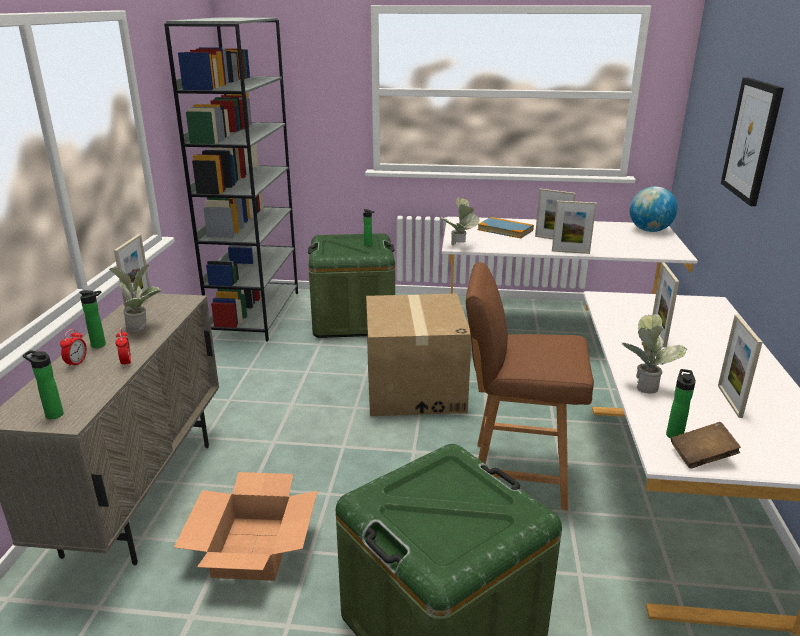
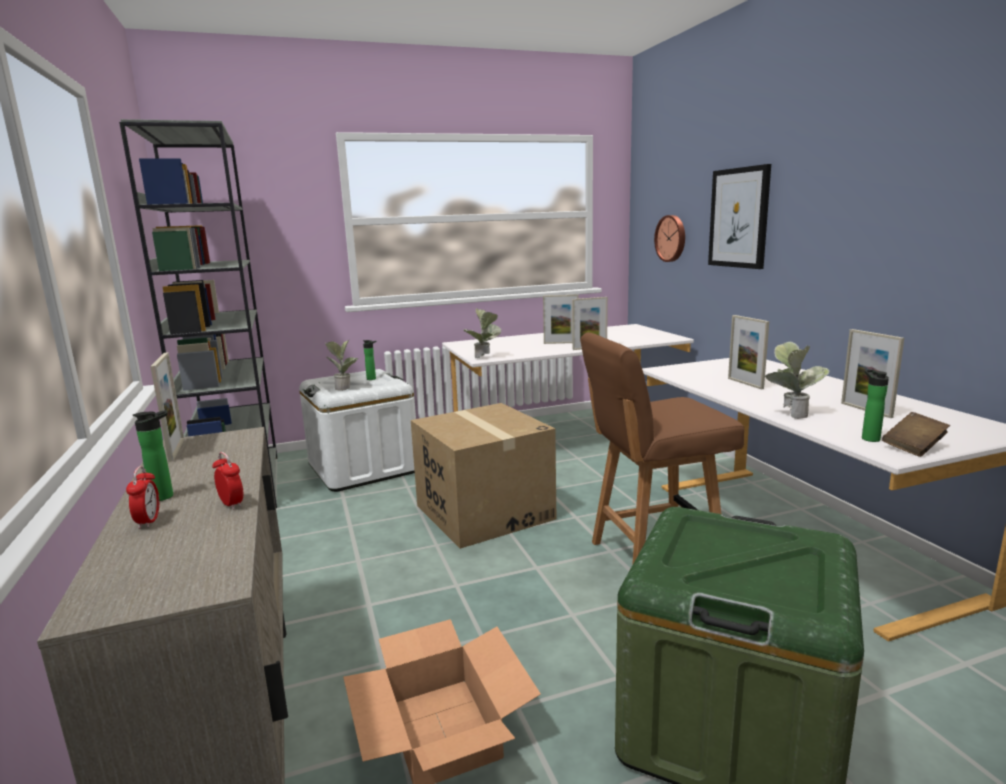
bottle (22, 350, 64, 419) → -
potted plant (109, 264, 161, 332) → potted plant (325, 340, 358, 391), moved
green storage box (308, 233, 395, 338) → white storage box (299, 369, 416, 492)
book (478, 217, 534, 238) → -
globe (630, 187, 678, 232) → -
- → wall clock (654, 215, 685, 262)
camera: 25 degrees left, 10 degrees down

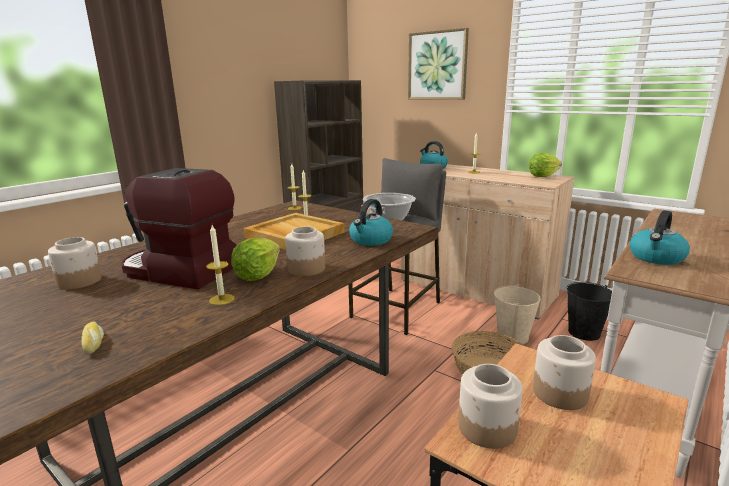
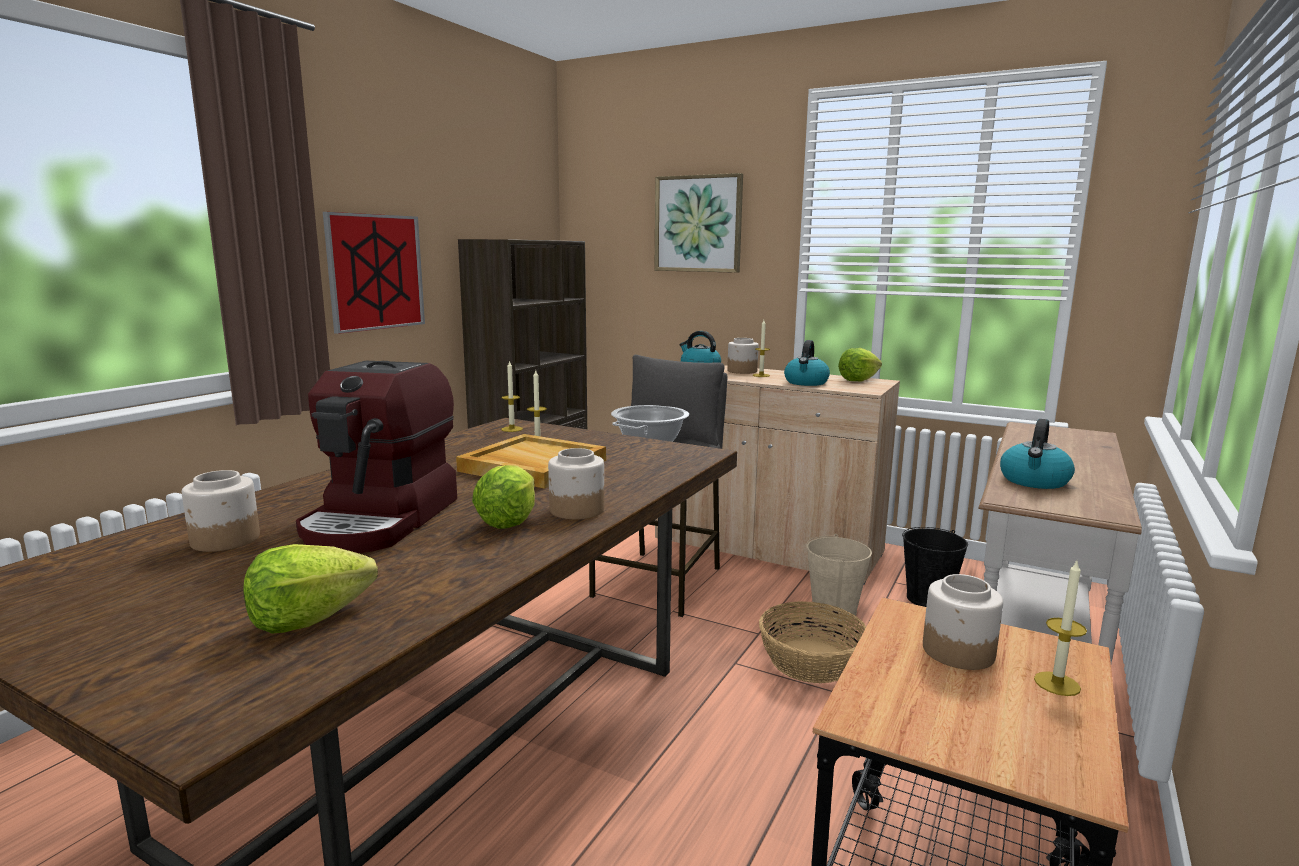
bread (81, 322, 104, 354) → lettuce (243, 544, 378, 634)
coffee machine (122, 168, 237, 290) → coffee machine (296, 361, 457, 553), 90 degrees counterclockwise
candle (206, 225, 235, 305) → candle (1034, 559, 1087, 696), moved
kettle (349, 199, 393, 246) → kettle (784, 340, 830, 386), moved
jar (458, 364, 523, 449) → jar (727, 338, 759, 374), moved
- → picture (323, 212, 425, 334)
camera: 10 degrees left, 5 degrees down

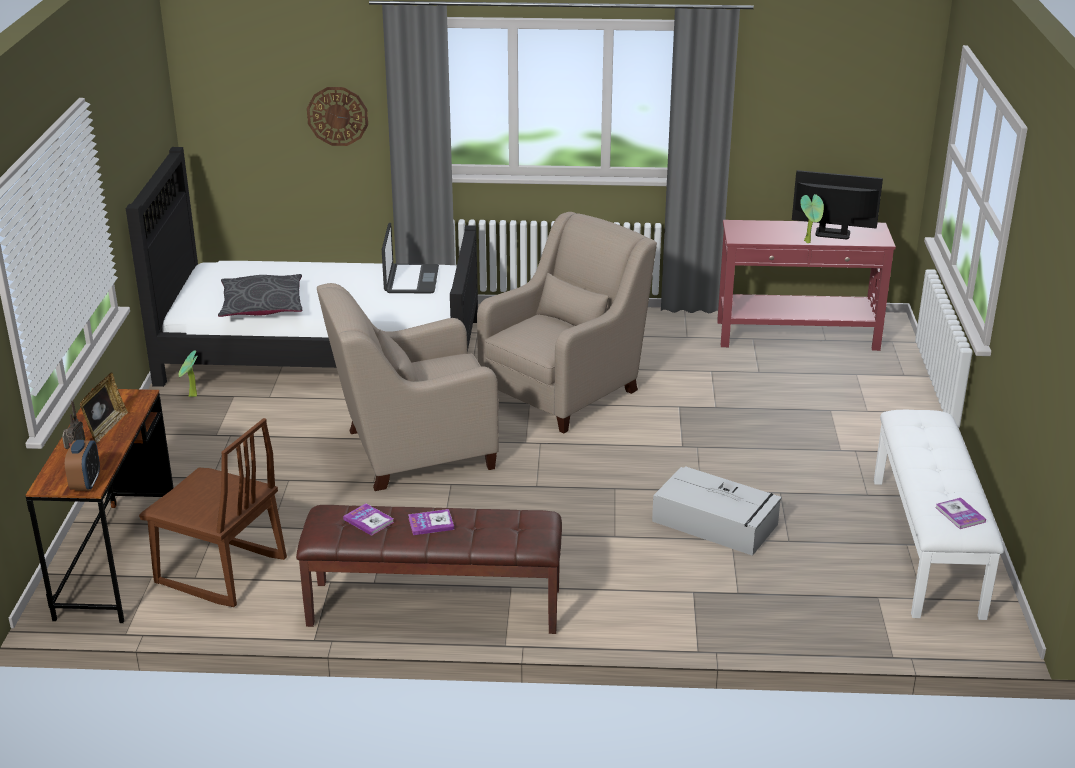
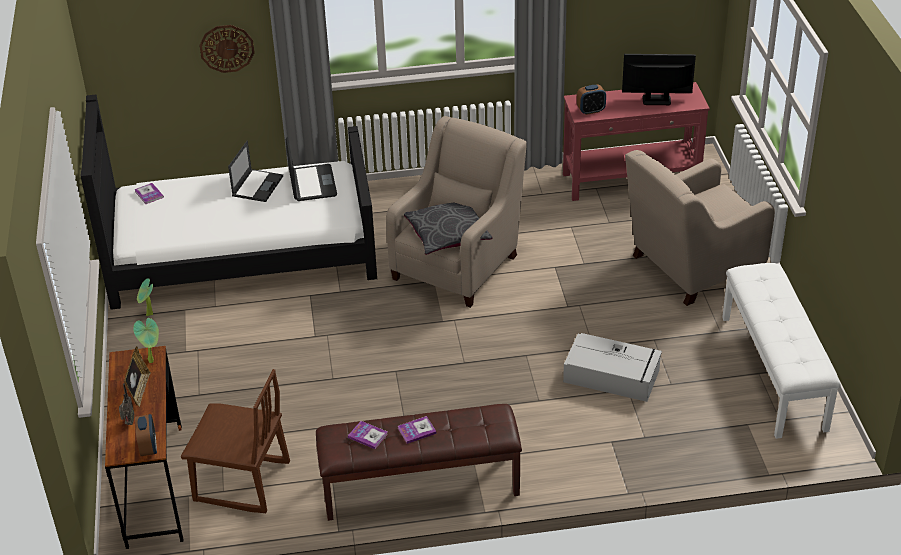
grey pillow (218, 274, 302, 317) → grey pillow (404, 202, 493, 255), moved
beige armchair (317, 283, 499, 491) → beige armchair (625, 150, 775, 306), moved
potted plant (800, 194, 824, 243) → potted plant (133, 318, 159, 363), moved
book (935, 498, 986, 529) → book (134, 183, 164, 204), moved
- → laptop (228, 141, 283, 202)
- → alarm clock (577, 85, 606, 115)
camera: 10 degrees left, 10 degrees up

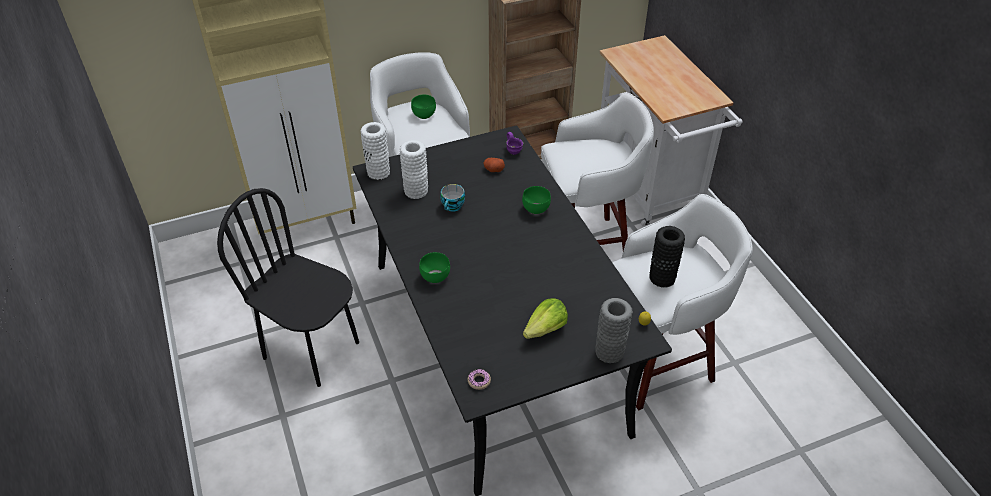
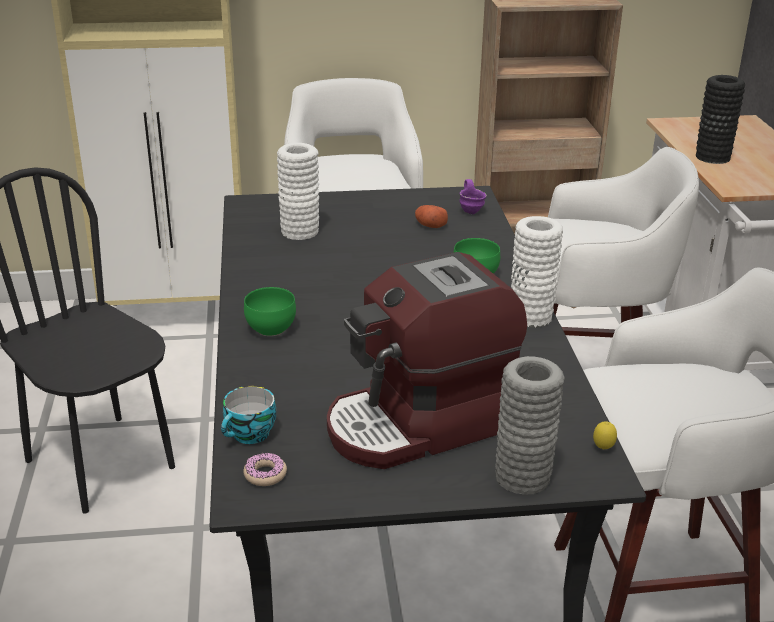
white vase (361, 122, 390, 180) → white vase (511, 216, 563, 328), moved
green bowl (411, 95, 436, 119) → -
cup (440, 184, 465, 212) → cup (221, 386, 276, 444), moved
lettuce (523, 298, 568, 339) → coffee machine (327, 252, 527, 469)
black vase (650, 226, 685, 288) → black vase (696, 75, 745, 164), moved
camera: 15 degrees right, 15 degrees down

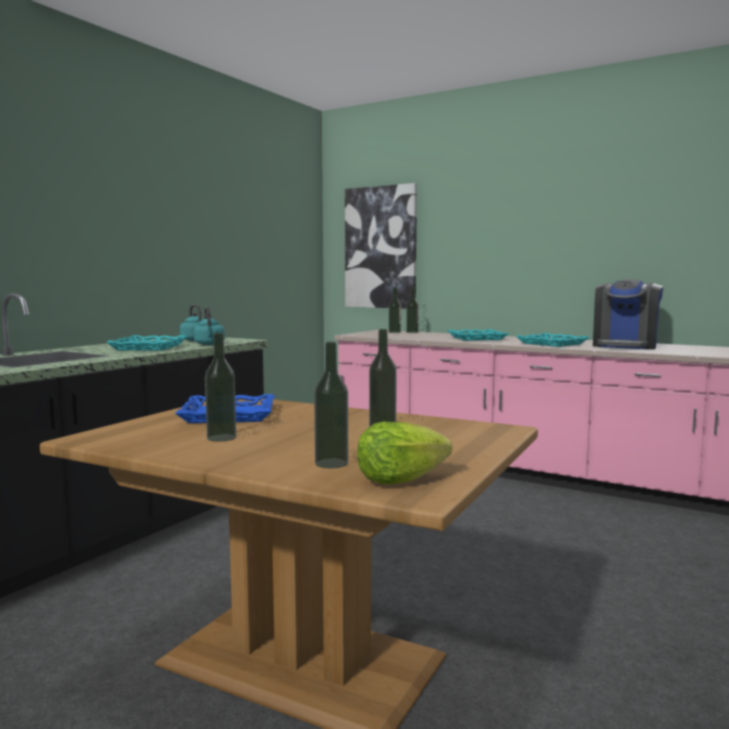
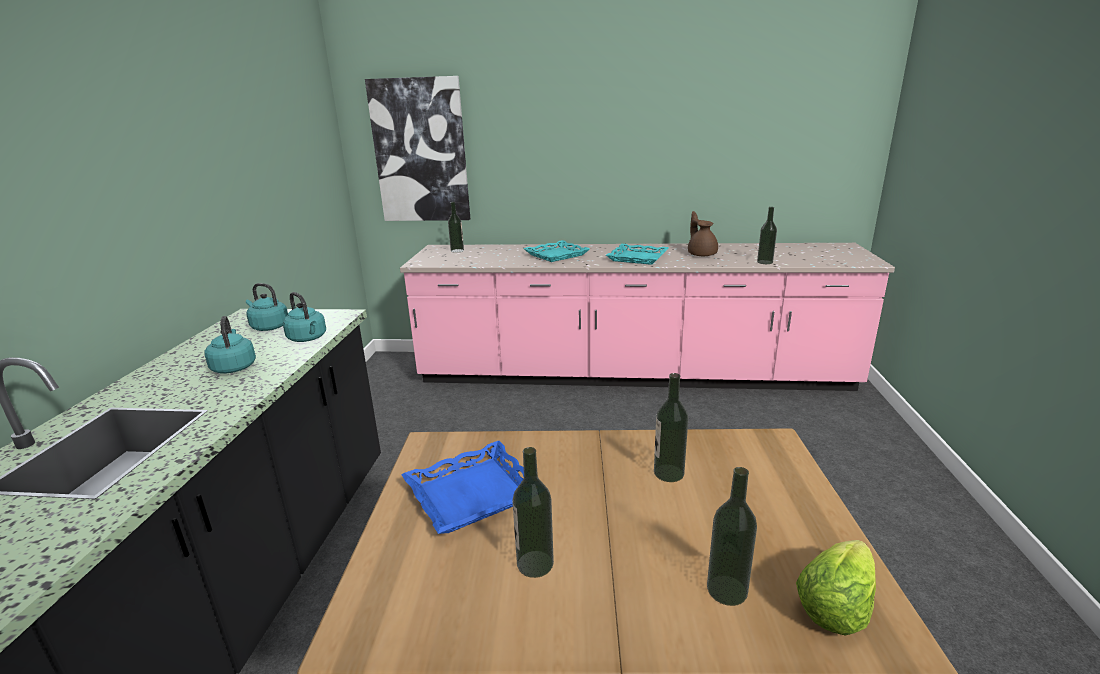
turquoise tray (106, 335, 187, 351) → turquoise kettle (204, 316, 256, 373)
bottle (406, 288, 419, 333) → bottle (757, 207, 777, 264), moved
coffee machine (593, 279, 664, 349) → brown teapot (688, 211, 718, 256)
camera: 25 degrees left, 15 degrees up

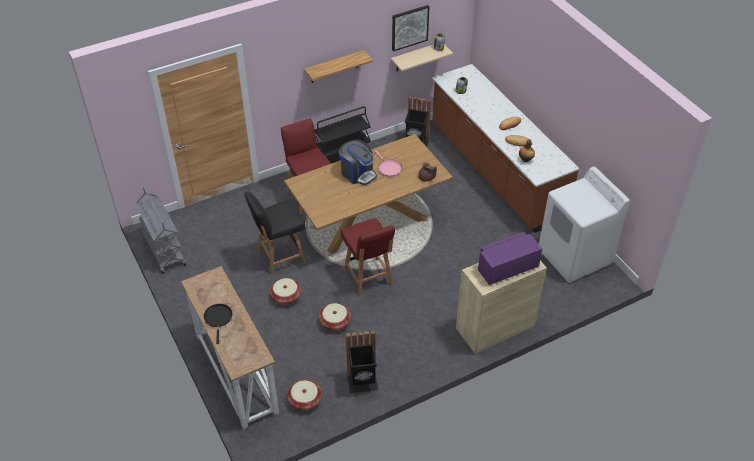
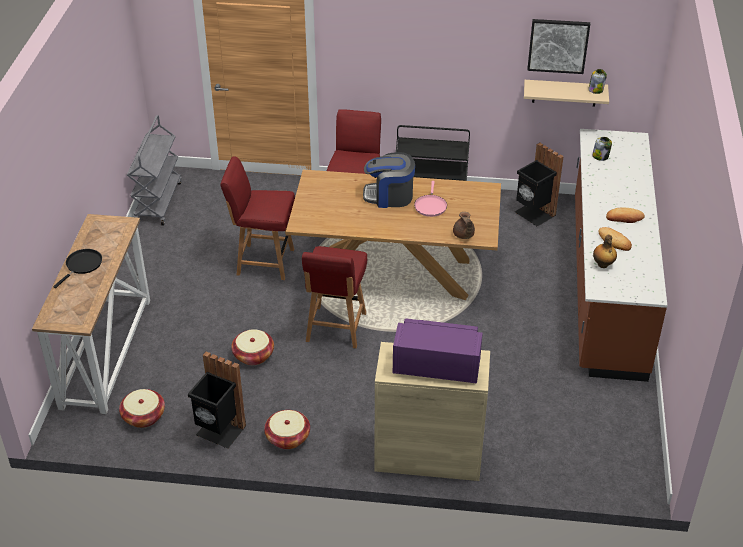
black chair (244, 192, 306, 275) → red chair (220, 156, 295, 280)
basket (270, 278, 301, 305) → basket (264, 410, 310, 449), moved
shelf (304, 50, 373, 83) → -
coffee machine (339, 139, 377, 185) → coffee machine (363, 152, 415, 208), 105 degrees clockwise
white washing machine (539, 166, 630, 283) → -
camera: 35 degrees right, 5 degrees down

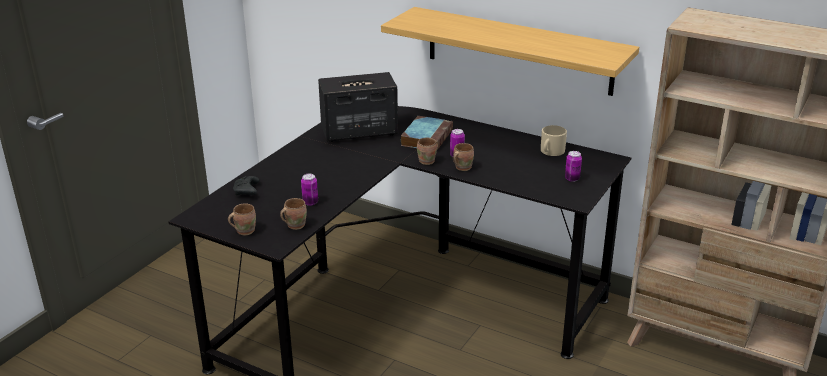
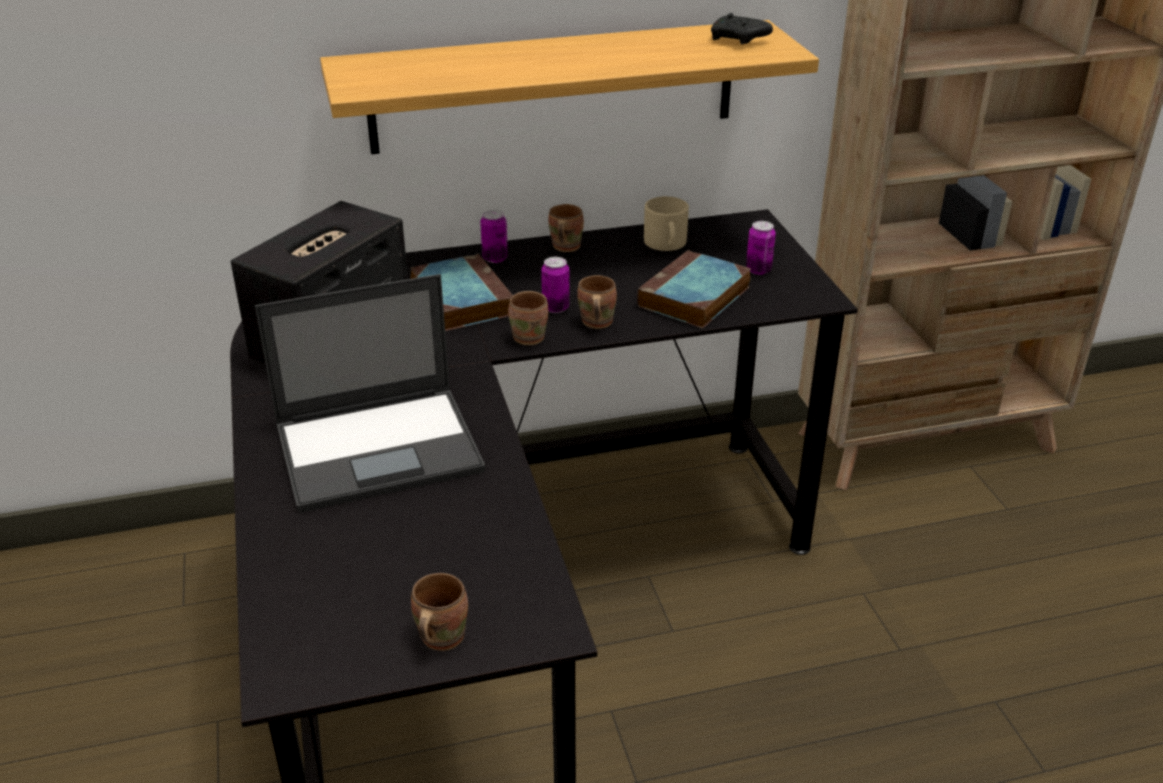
black game controller (233, 176, 260, 195) → black game controller (711, 13, 773, 44), moved
brown mug (280, 198, 307, 230) → brown mug (548, 204, 584, 252), moved
can (301, 174, 318, 206) → can (480, 210, 508, 263), moved
- → laptop (255, 274, 486, 513)
- → book (637, 250, 751, 328)
camera: 45 degrees left, 5 degrees up

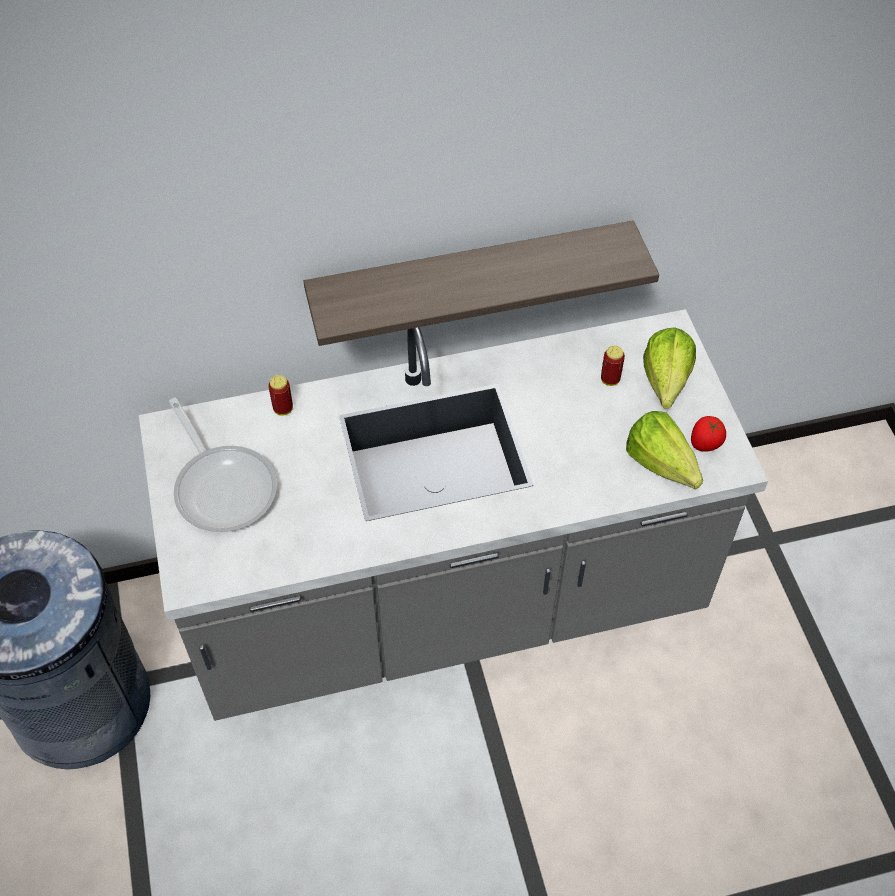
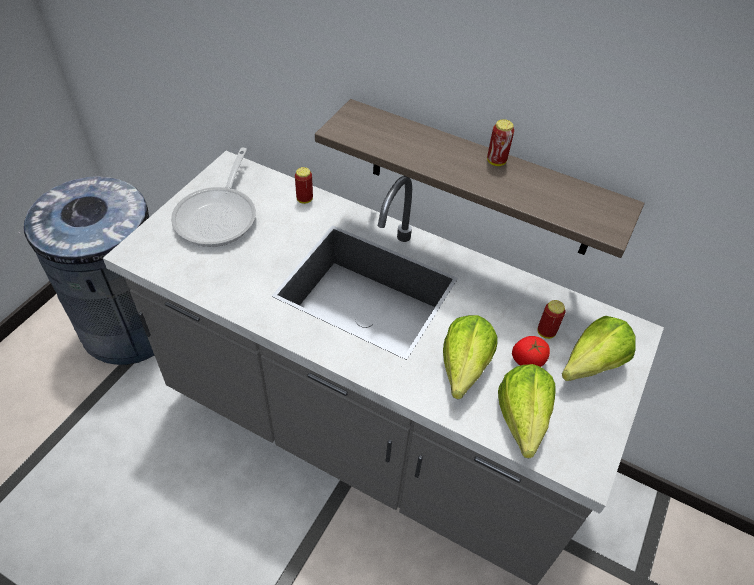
tomato (691, 416, 726, 452) → tomato (512, 336, 550, 367), moved
- → lettuce (443, 315, 497, 399)
- → can (487, 119, 514, 166)
camera: 40 degrees right, 5 degrees down

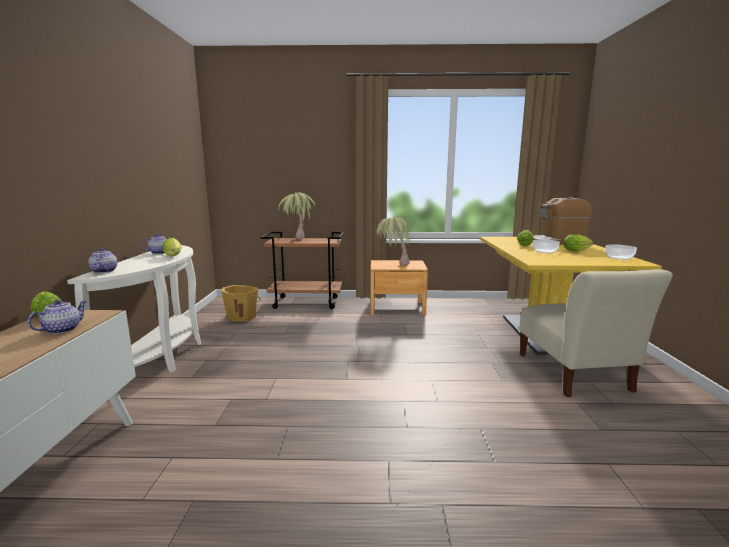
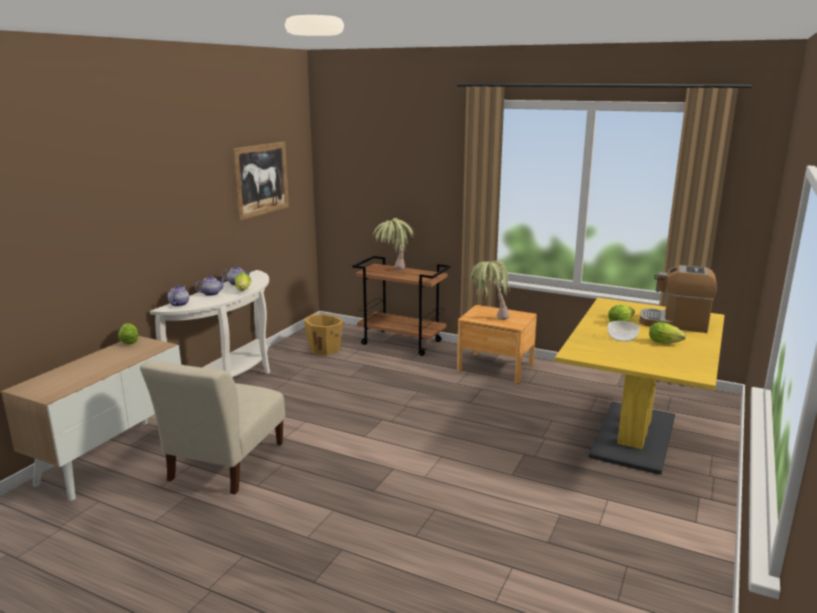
teapot (28, 300, 87, 334) → teapot (195, 275, 225, 296), moved
beige chair (520, 269, 673, 397) → beige chair (140, 360, 285, 495), moved
bowl (605, 244, 637, 260) → -
- → picture (232, 142, 289, 221)
camera: 25 degrees right, 5 degrees up

